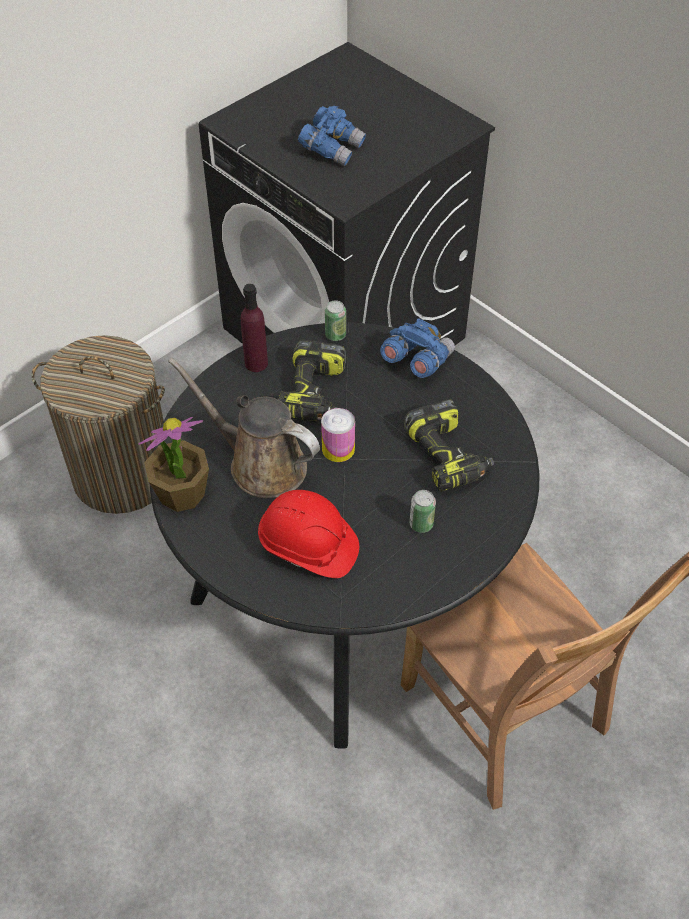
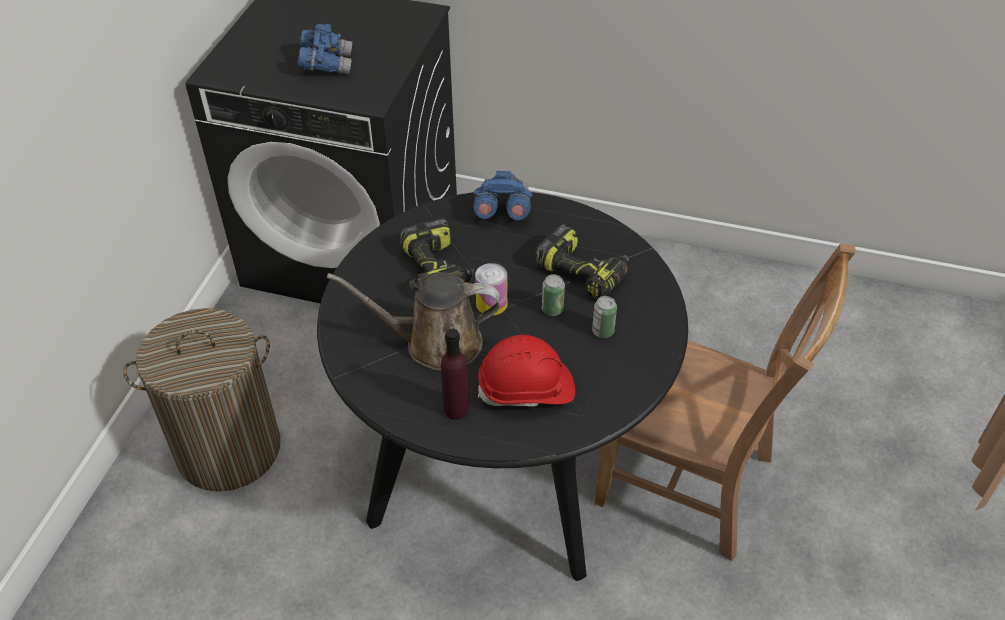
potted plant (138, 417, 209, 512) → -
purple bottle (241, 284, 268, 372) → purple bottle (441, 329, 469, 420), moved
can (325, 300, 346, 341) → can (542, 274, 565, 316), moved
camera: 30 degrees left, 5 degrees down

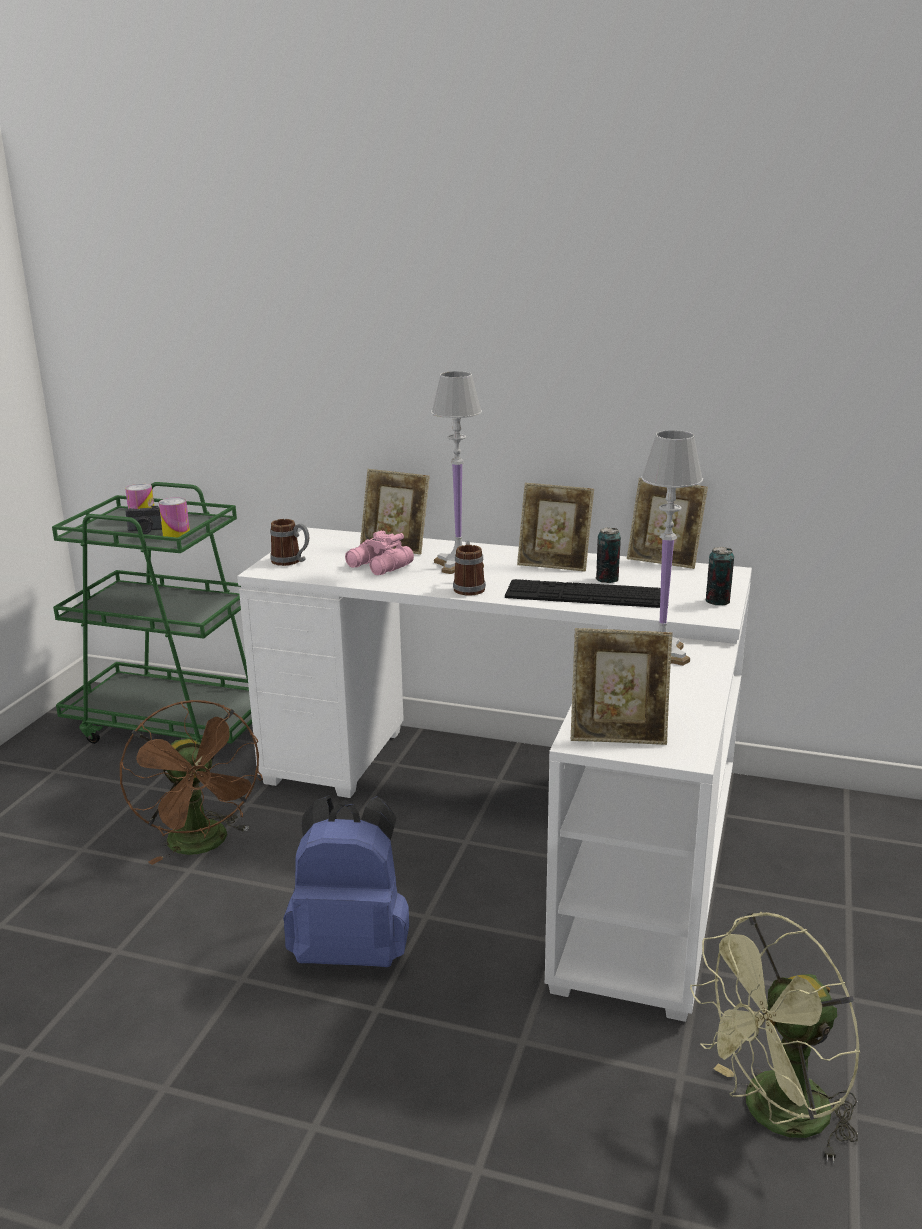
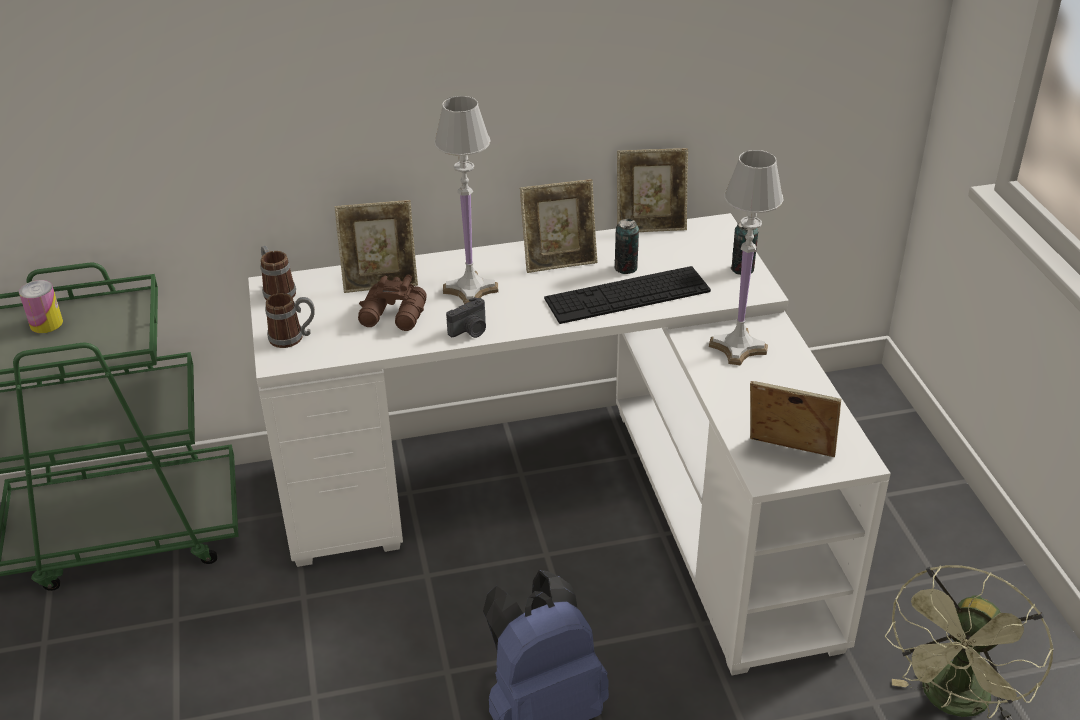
brown fan (120, 700, 263, 865) → -
photo camera (125, 506, 162, 534) → photo camera (446, 297, 486, 338), moved
can (159, 497, 190, 538) → -
pink binoculars (345, 531, 414, 575) → brown binoculars (358, 275, 427, 331)
mug (453, 541, 486, 596) → mug (260, 246, 296, 300), moved
picture frame (571, 628, 672, 745) → picture frame (750, 381, 841, 457), 135 degrees counterclockwise
camera: 30 degrees left, 15 degrees up

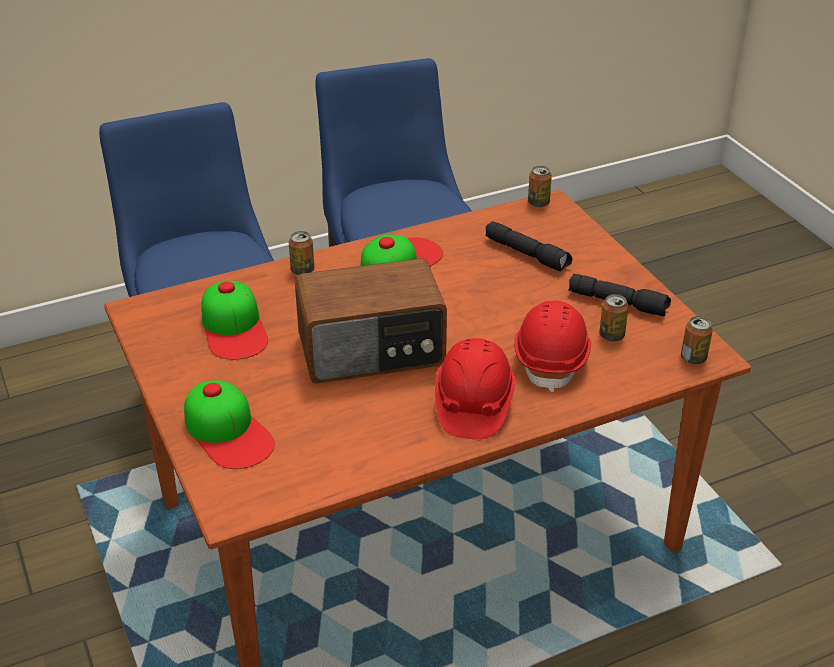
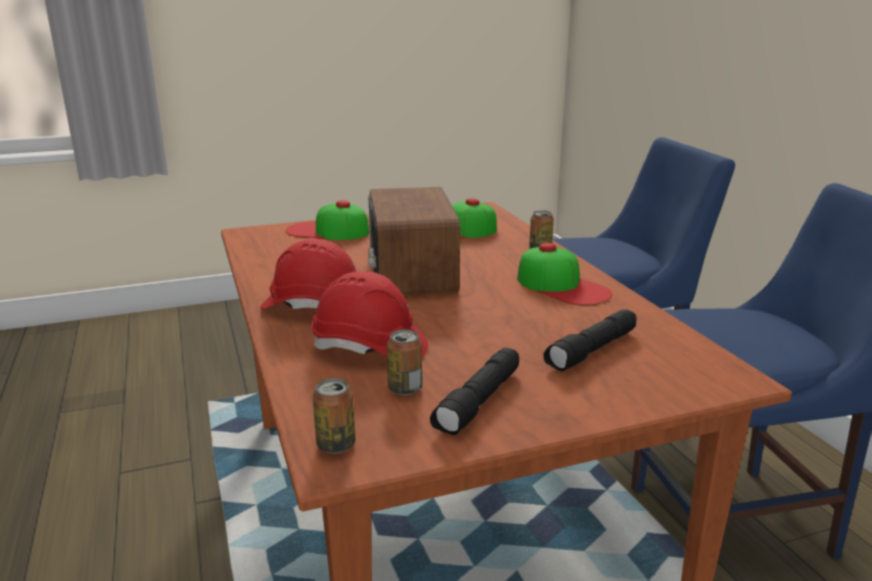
cap (184, 380, 275, 469) → cap (286, 200, 369, 240), 45 degrees clockwise
can (528, 166, 552, 207) → -
camera: 95 degrees right, 15 degrees down

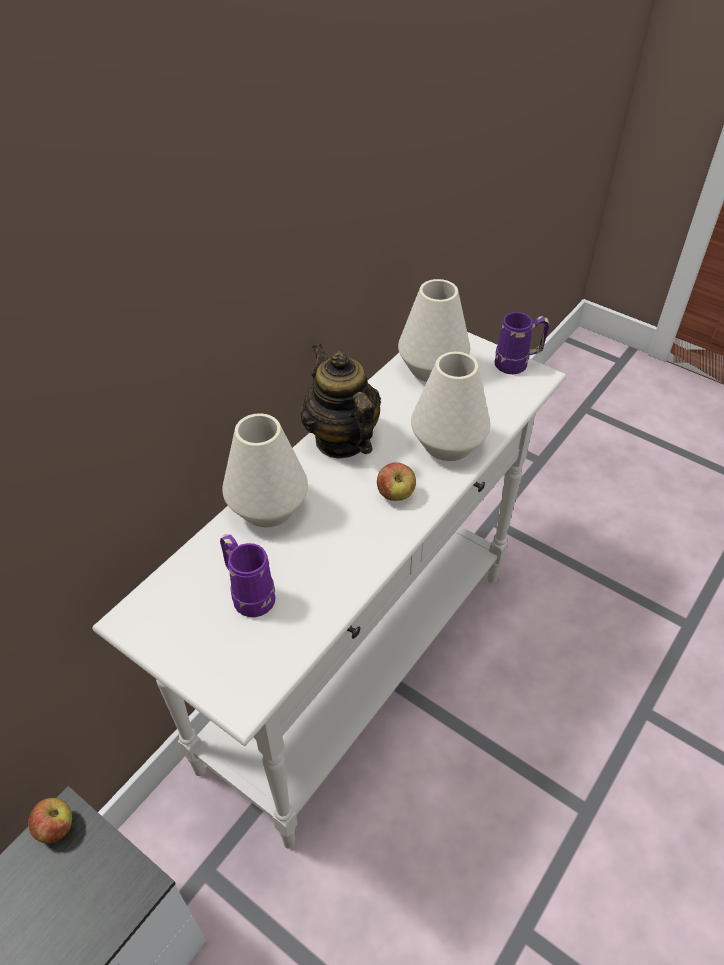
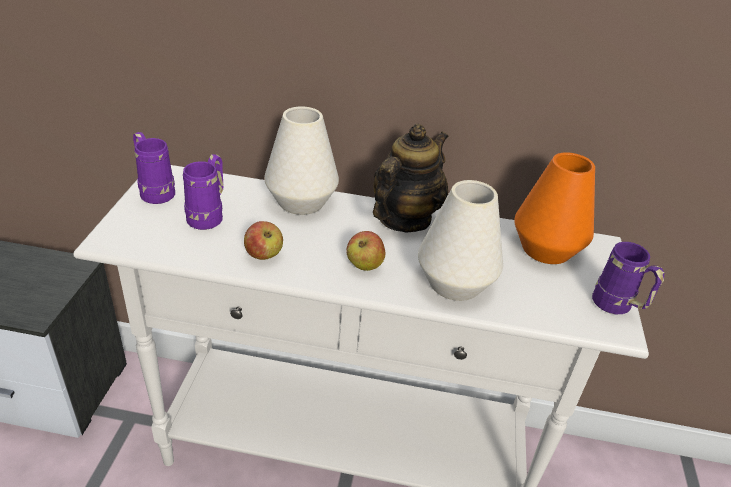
apple (28, 798, 72, 843) → apple (244, 221, 283, 260), moved
white vase (398, 279, 470, 382) → orange vase (514, 152, 595, 264)
- → purple mug (133, 132, 175, 204)
camera: 60 degrees right, 10 degrees down

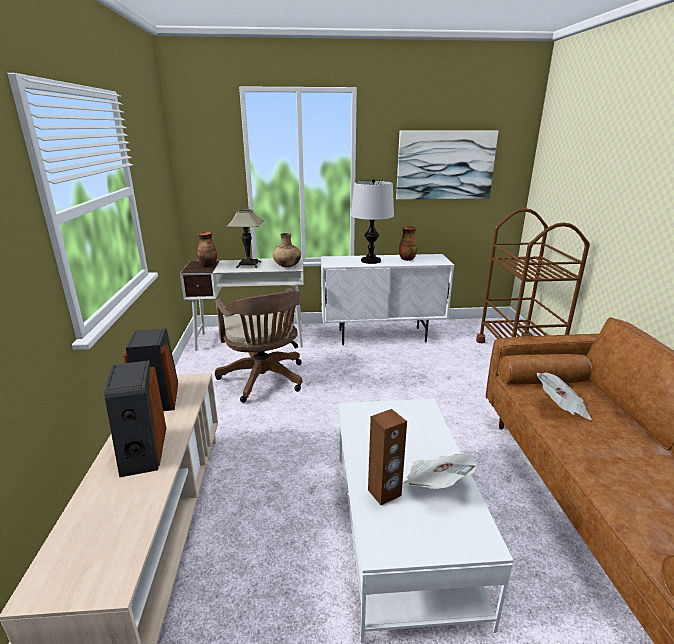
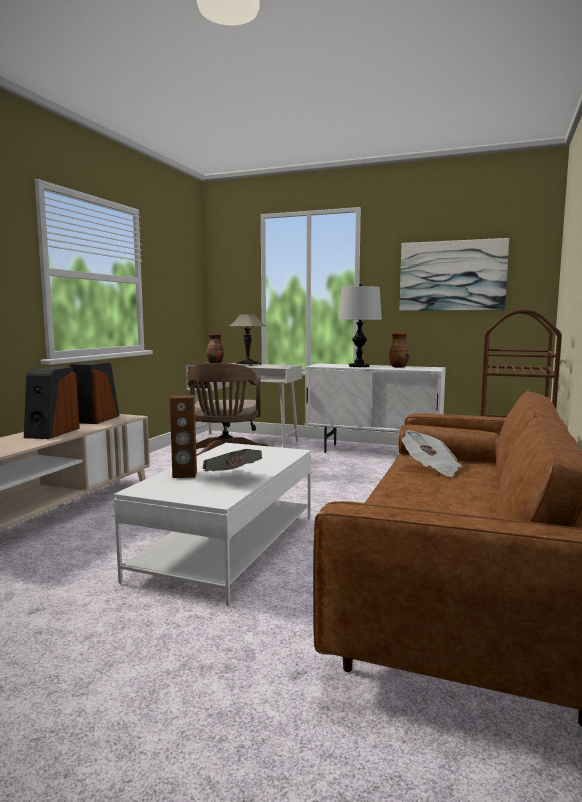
brown vase (272, 233, 301, 267) → -
camera: 25 degrees right, 15 degrees down

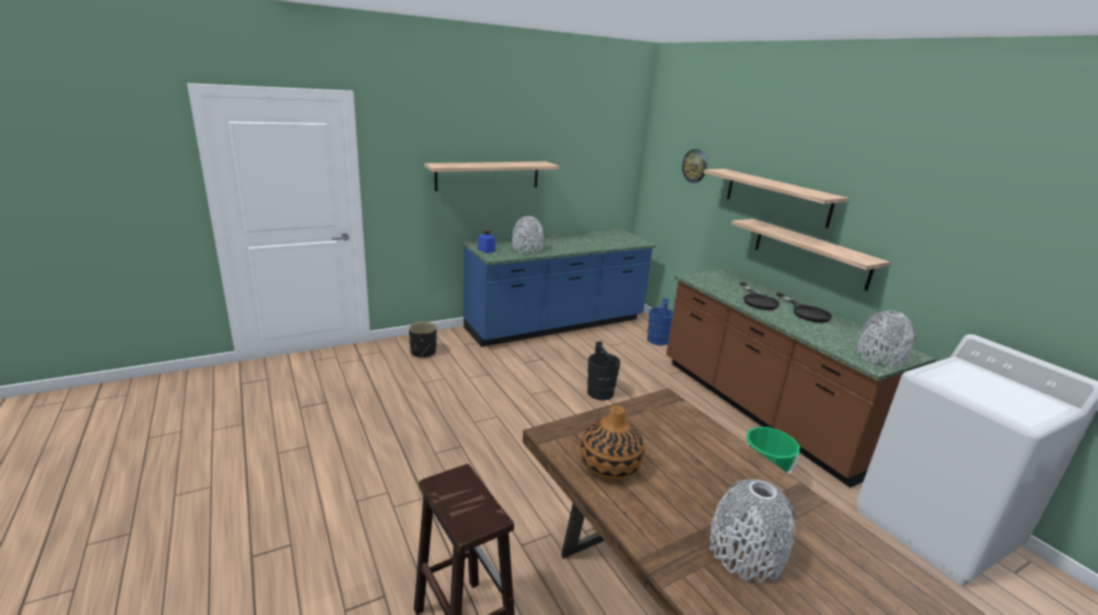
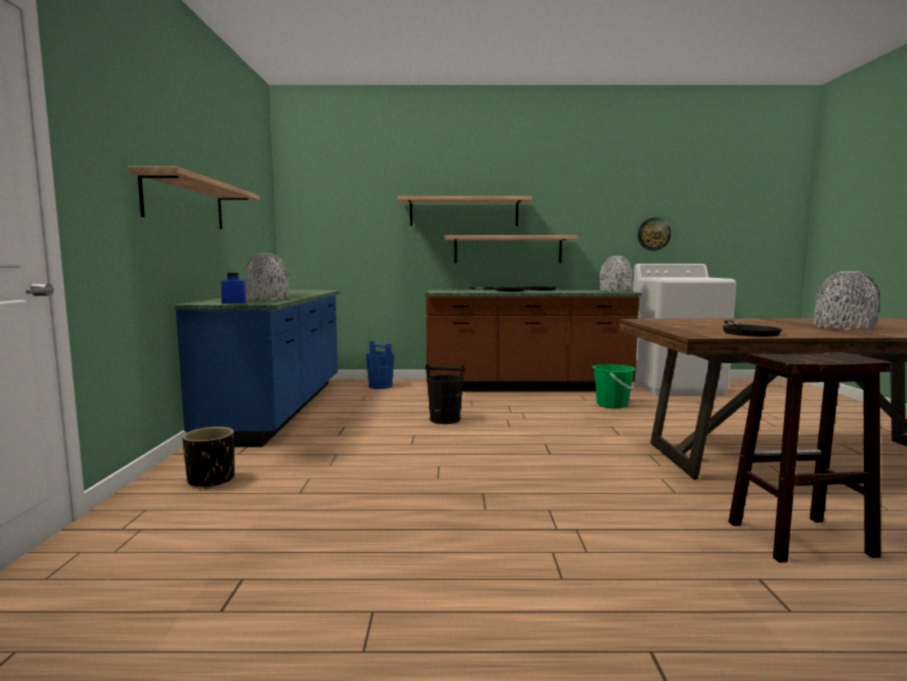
vase (580, 406, 644, 480) → black frying pan (722, 321, 782, 337)
wall clock (682, 149, 707, 183) → wall clock (638, 217, 671, 251), moved
camera: 60 degrees left, 15 degrees down

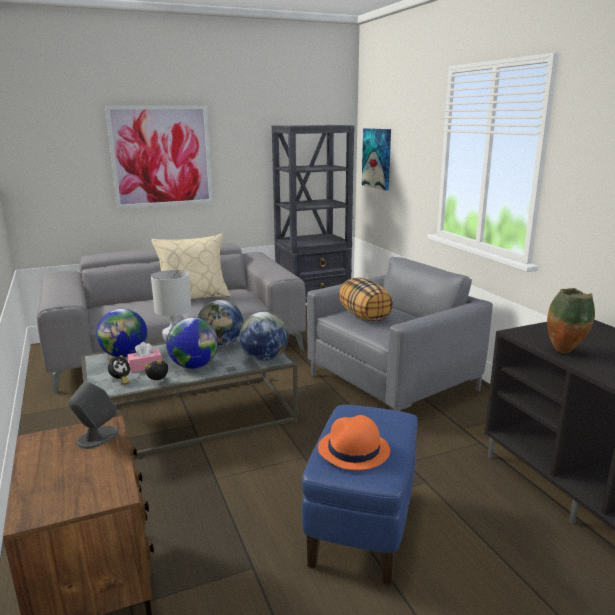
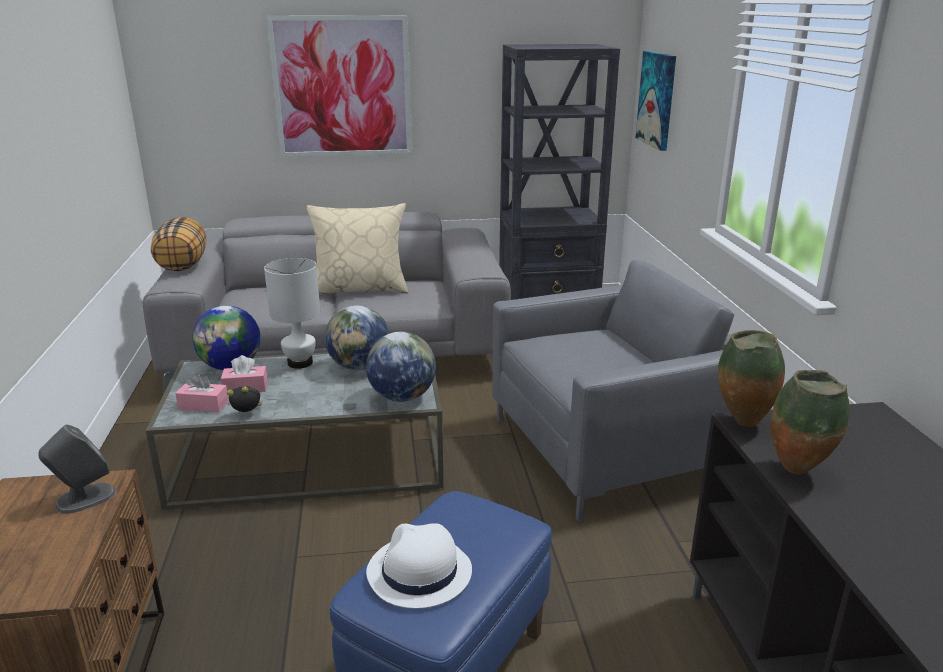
alarm clock (108, 355, 130, 385) → pink tissue box (175, 373, 229, 412)
globe (166, 318, 218, 369) → -
orange hat (318, 415, 390, 470) → white hat (366, 523, 472, 608)
pillow (339, 277, 393, 321) → pillow (151, 217, 206, 271), moved
- → vase (718, 330, 785, 427)
camera: 15 degrees right, 5 degrees up

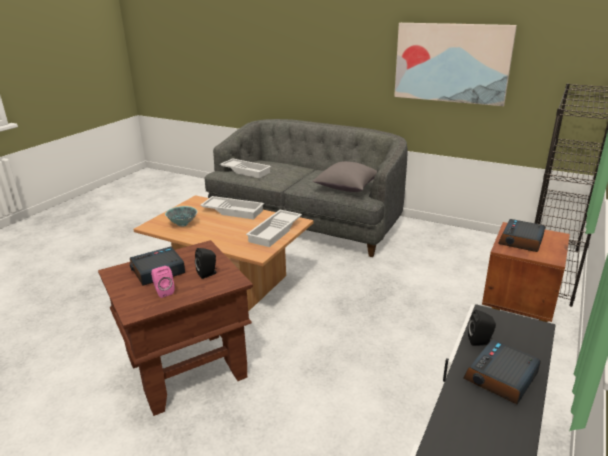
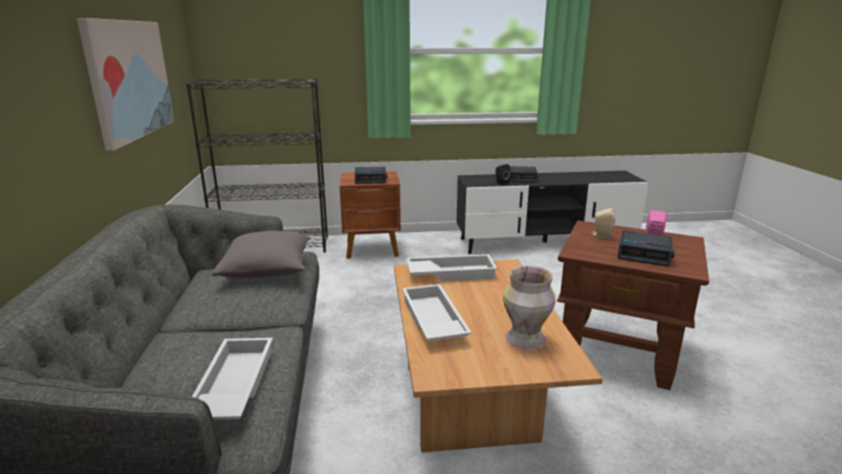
bowl (165, 206, 197, 227) → vase (503, 266, 556, 350)
black speaker (195, 248, 217, 279) → beige speaker (591, 208, 614, 239)
camera: 125 degrees left, 5 degrees down

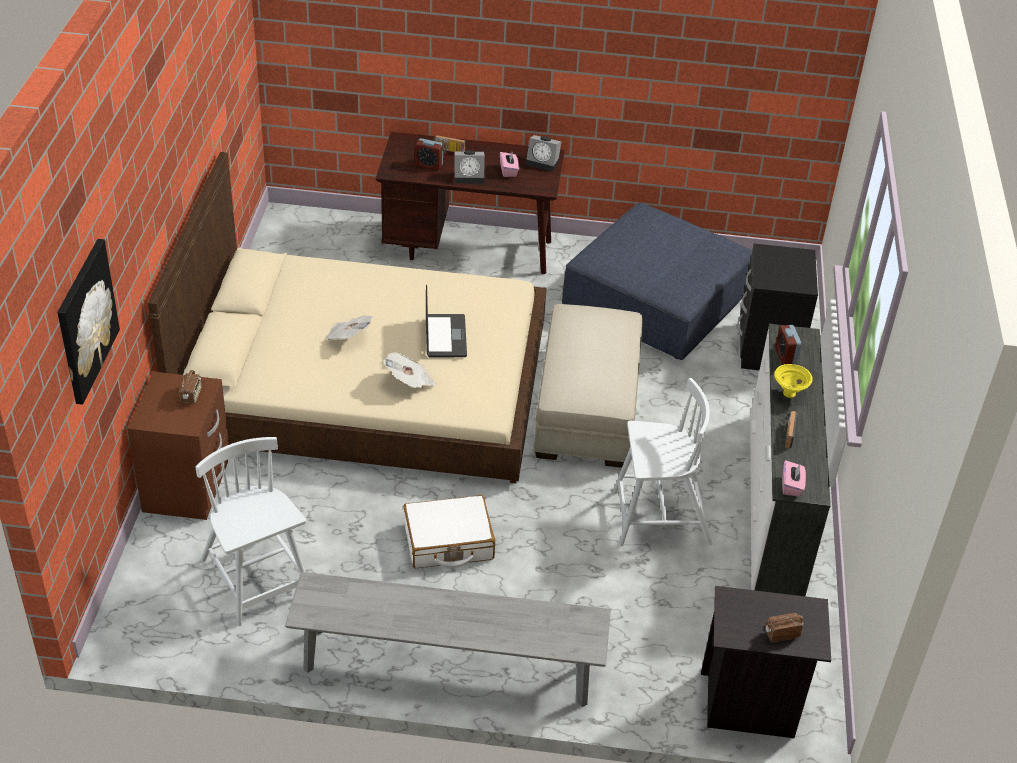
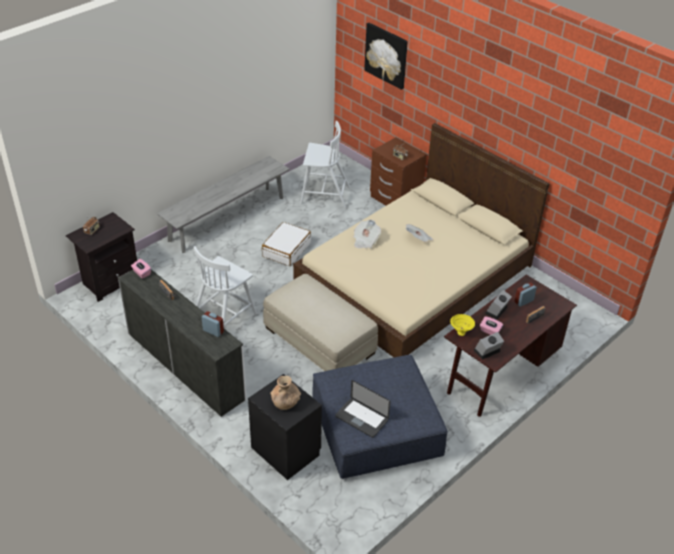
laptop (426, 285, 467, 357) → laptop (335, 380, 391, 438), moved
yellow bowl (774, 364, 813, 398) → yellow bowl (450, 314, 475, 336), moved
- → brown vase (270, 376, 301, 410)
camera: 130 degrees right, 0 degrees up

